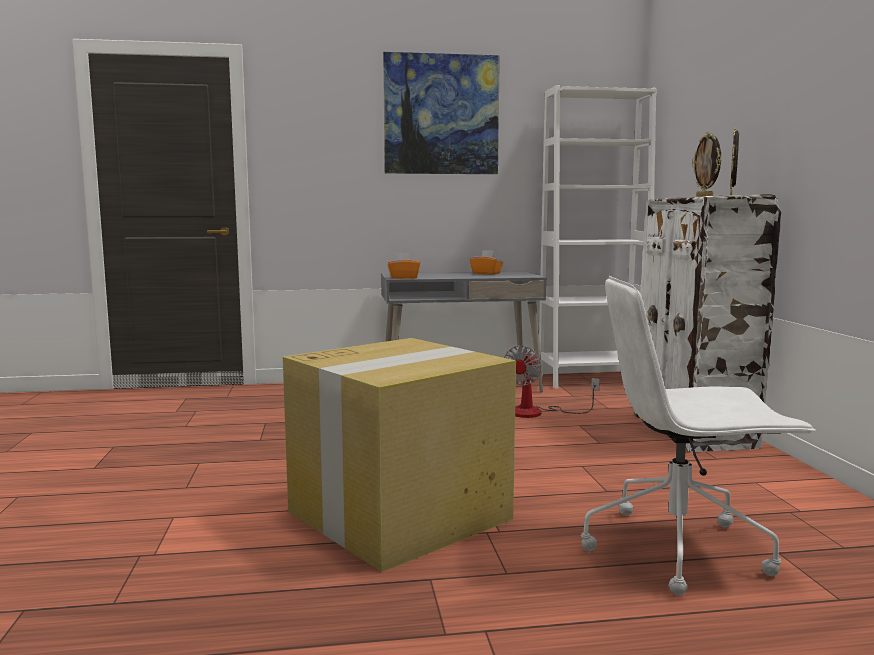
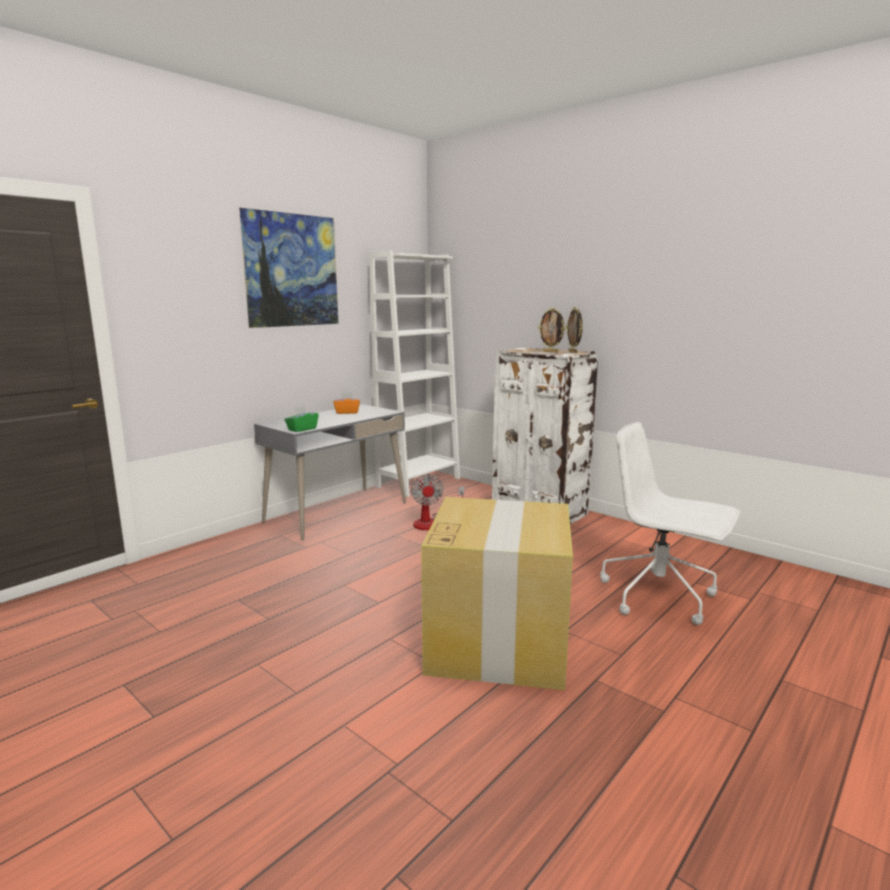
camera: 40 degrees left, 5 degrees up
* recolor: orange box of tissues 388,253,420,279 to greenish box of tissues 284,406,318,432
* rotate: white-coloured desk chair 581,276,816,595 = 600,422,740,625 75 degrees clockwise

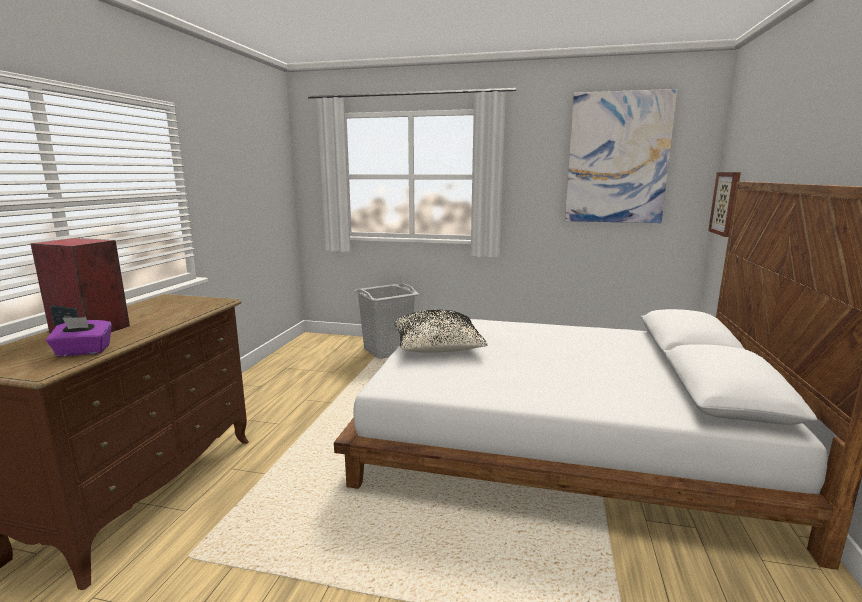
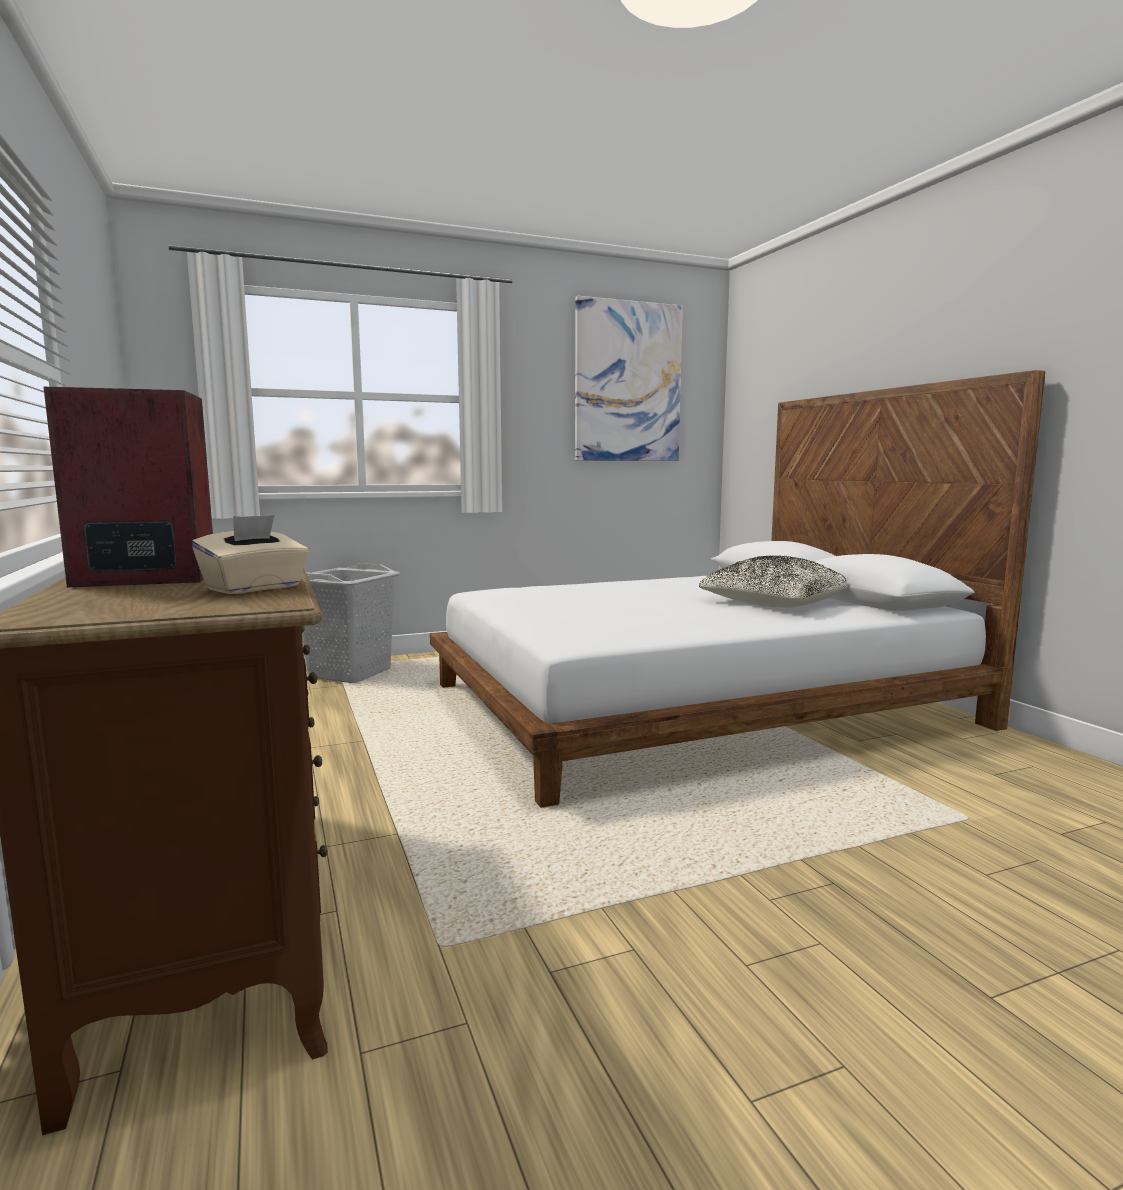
camera: 35 degrees left, 5 degrees down
* recolor: purplish box of tissues 46,317,112,356 to beige box of tissues 192,515,309,594
* move: beige cushion 394,310,488,353 to 699,555,847,608
* delete: wall picture 708,172,741,237

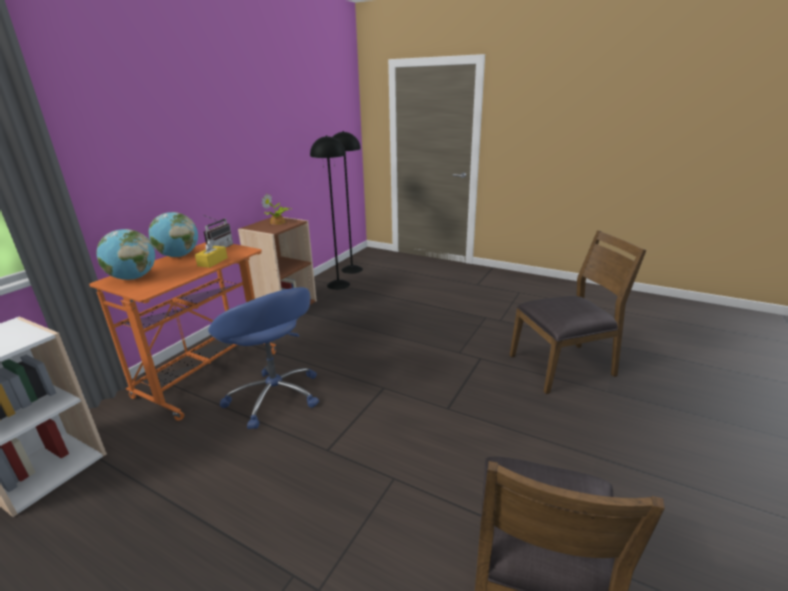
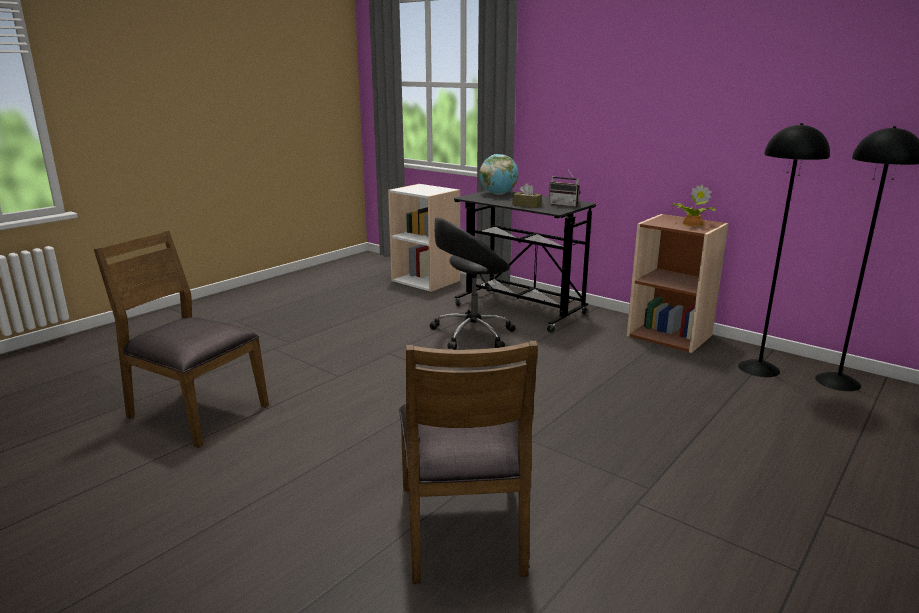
camera: 100 degrees right, 5 degrees down
* recolor: blue desk chair 208,287,319,429 to black desk chair 430,218,515,350
* recolor: orange desk unit 89,242,276,421 to black desk unit 454,190,596,333
* recolor: yellow-coloured box of tissues 195,239,228,268 to brown box of tissues 512,183,542,208
* delete: globe 149,212,198,257

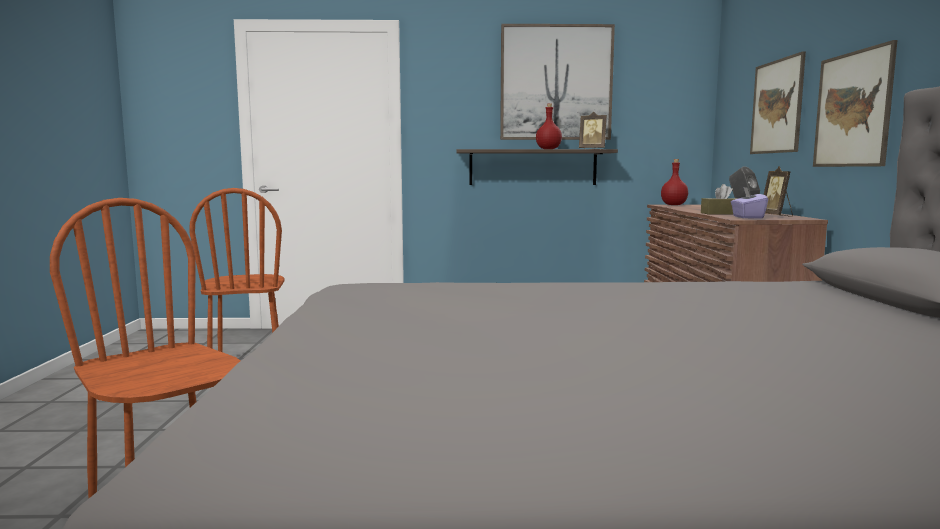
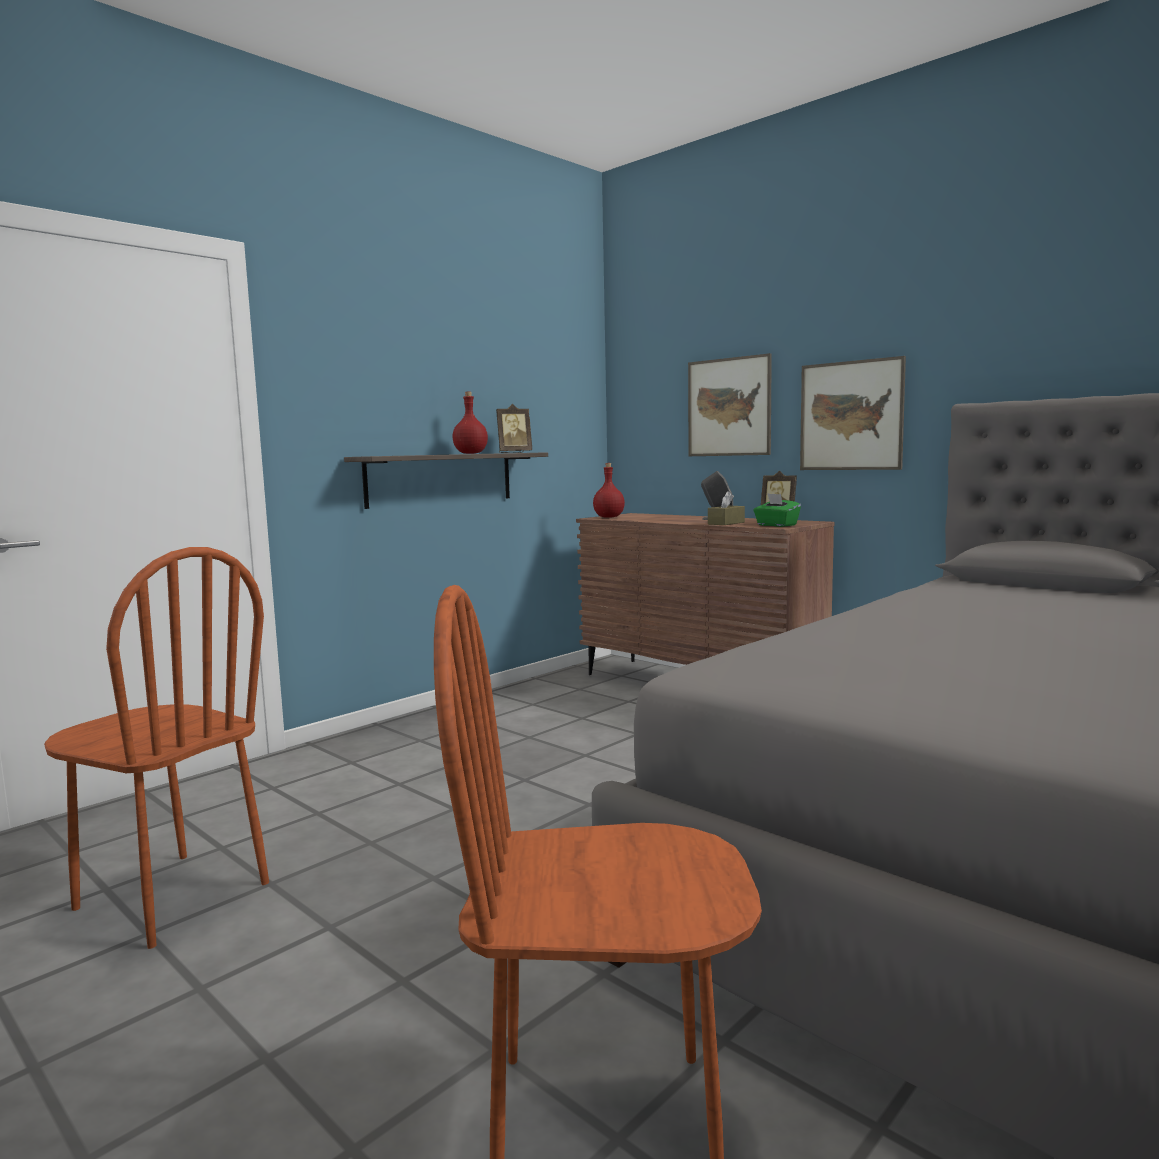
camera: 45 degrees left, 0 degrees up
* recolor: purplish box of tissues 731,187,768,218 to greenish box of tissues 753,493,801,527
* delete: wall picture 500,24,615,140

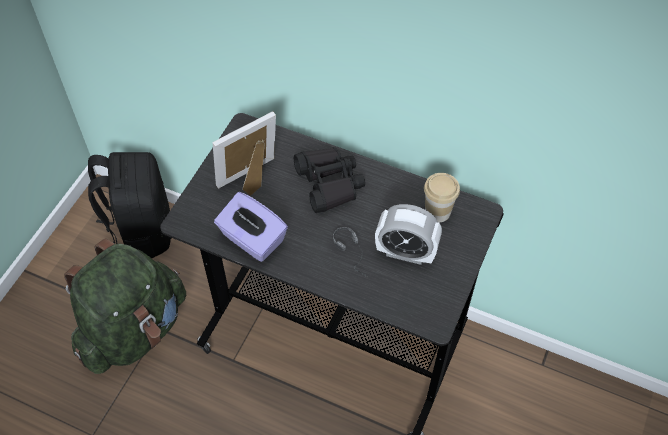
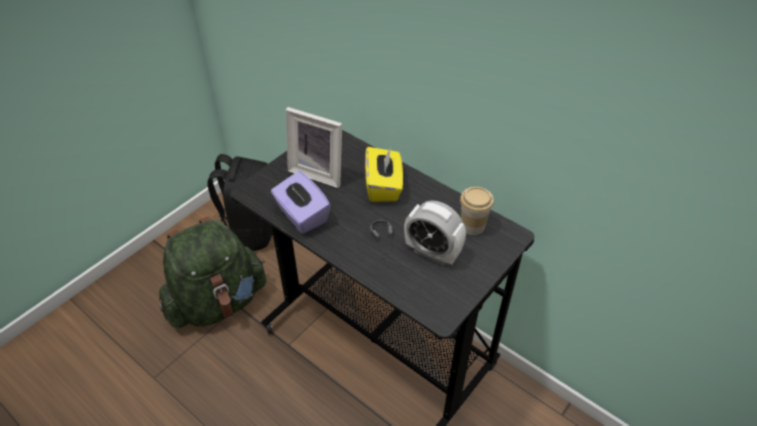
camera: 15 degrees right, 10 degrees down
* rotate: picture frame 212,111,276,196 = 286,107,342,188 135 degrees counterclockwise
* replace: black pair of binoculars 294,147,365,213 to yellow-coloured box of tissues 365,147,403,202

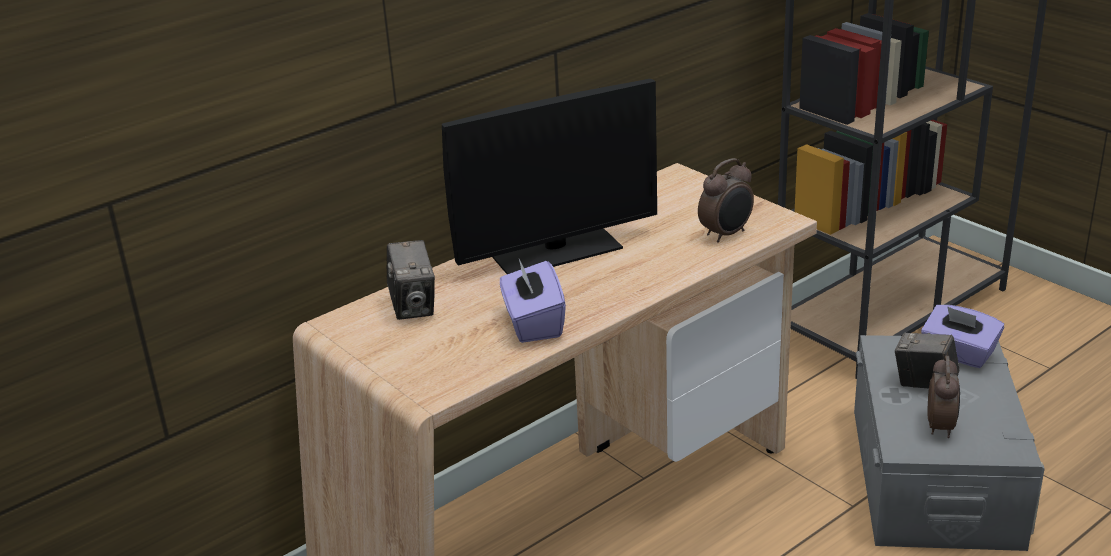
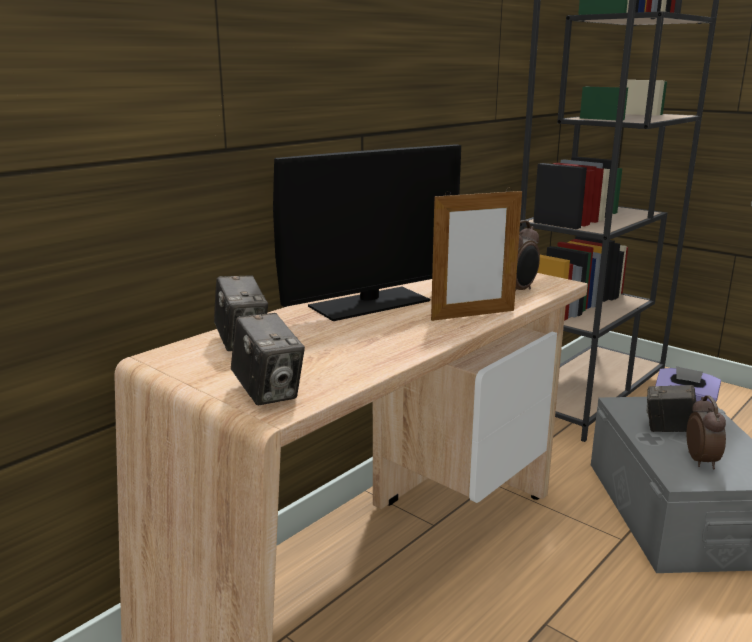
camera: 10 degrees left, 10 degrees down
* insert: photo camera 231,313,305,405
* insert: picture frame 431,187,522,321
* delete: purplish box of tissues 500,259,566,343

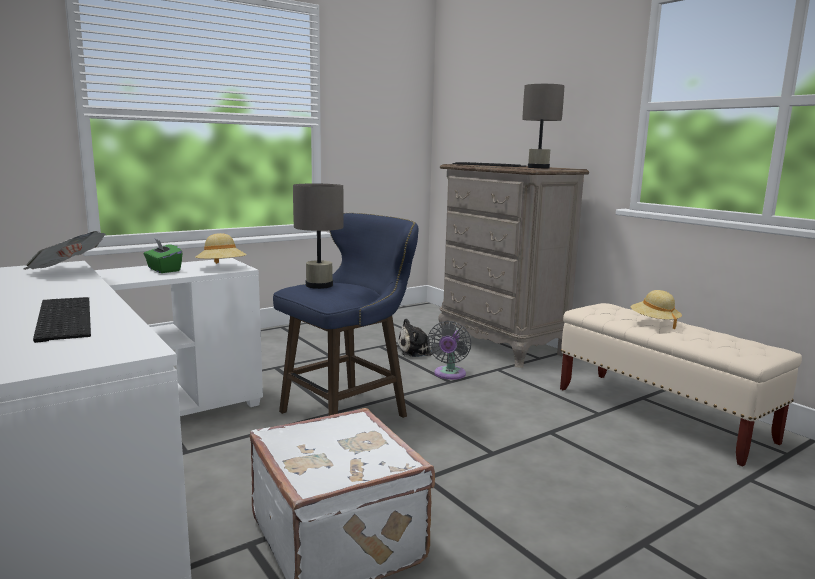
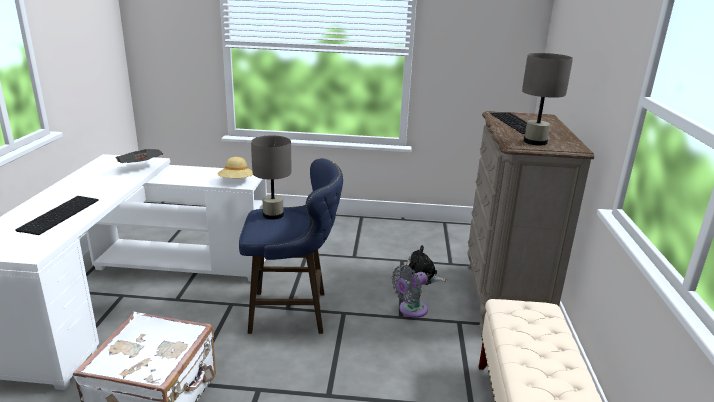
camera: 40 degrees right, 10 degrees up
* delete: greenish box of tissues 144,239,183,273
* delete: beige hat 631,290,682,329

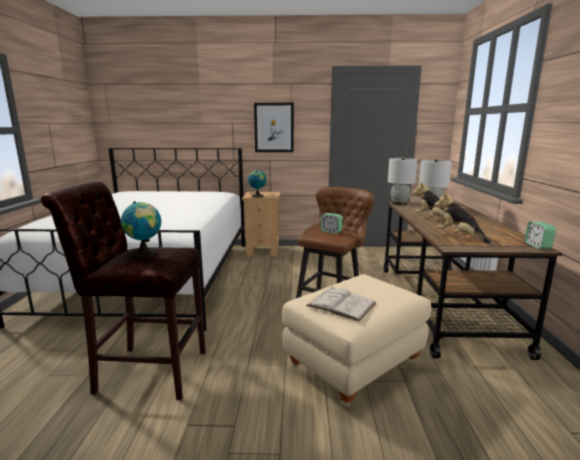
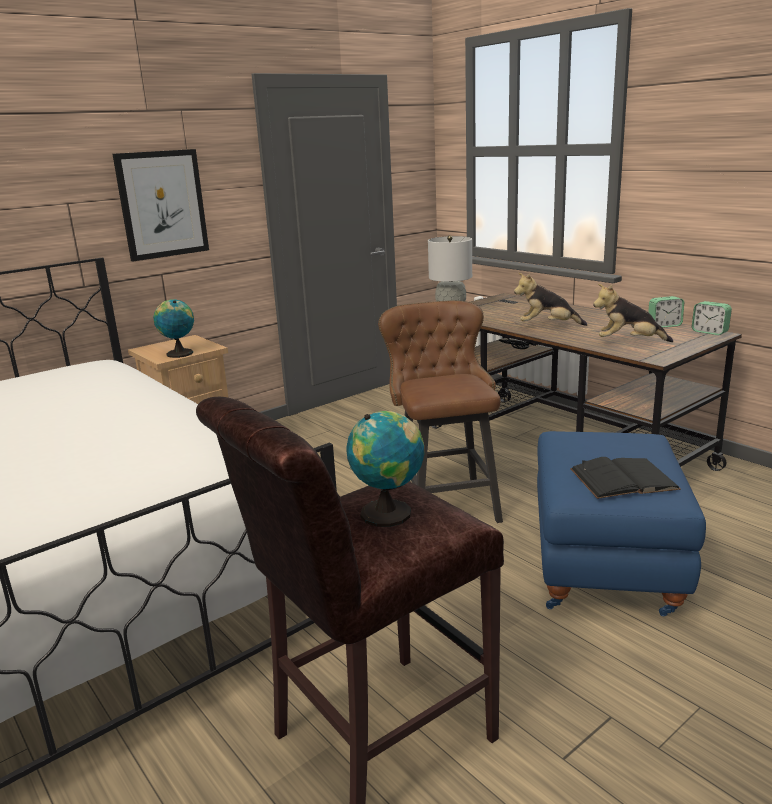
camera: 40 degrees left, 5 degrees up
* recolor: beige pouffe 282,274,431,406 to blue pouffe 537,431,706,616
* recolor: white-coloured book 306,287,376,322 to black book 570,457,681,499
* move: bedside clock 321,213,343,234 to 648,296,684,328
* delete: white-coloured table lamp 419,159,452,210

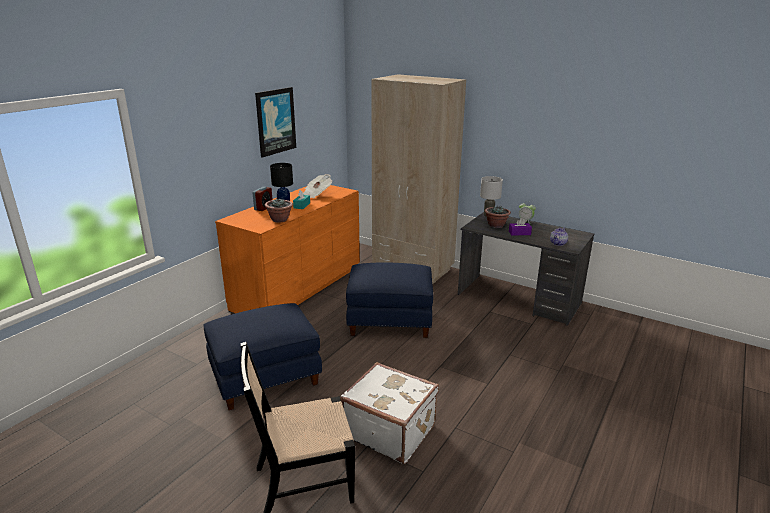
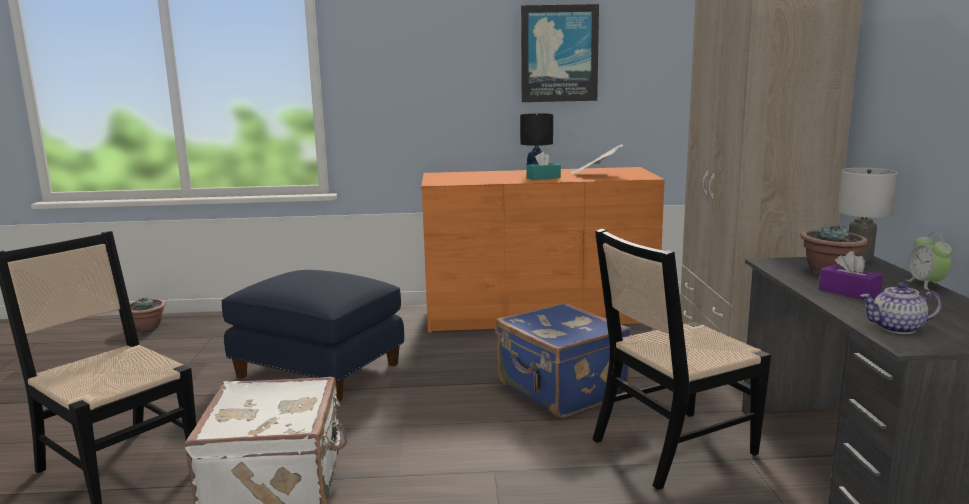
camera: 55 degrees right, 10 degrees down
* move: houseplant 265,198,293,222 to 130,298,166,331
* replace: blue pouffe 346,263,433,338 to blue suitcase 495,302,631,418
* insert: upright chair 592,229,771,490
* delete: bedside clock 253,187,273,211

